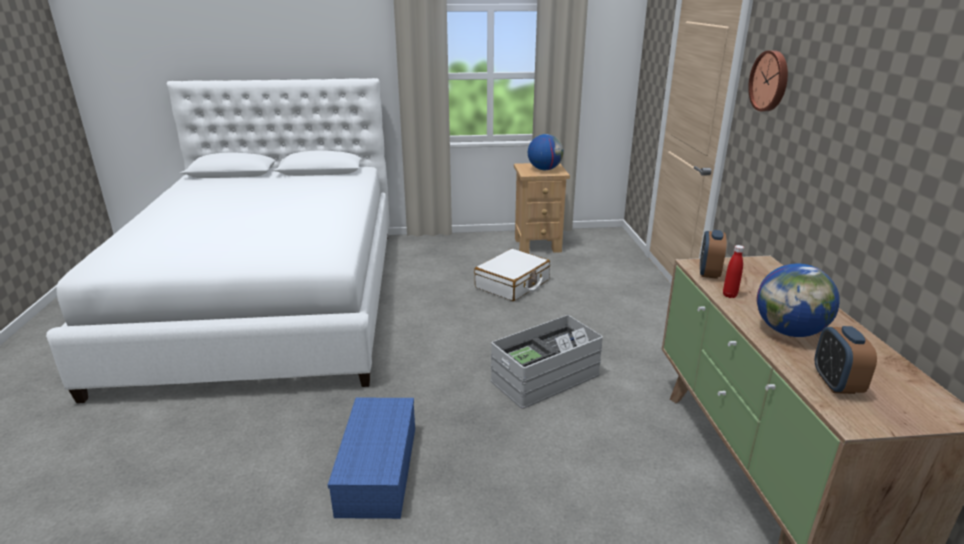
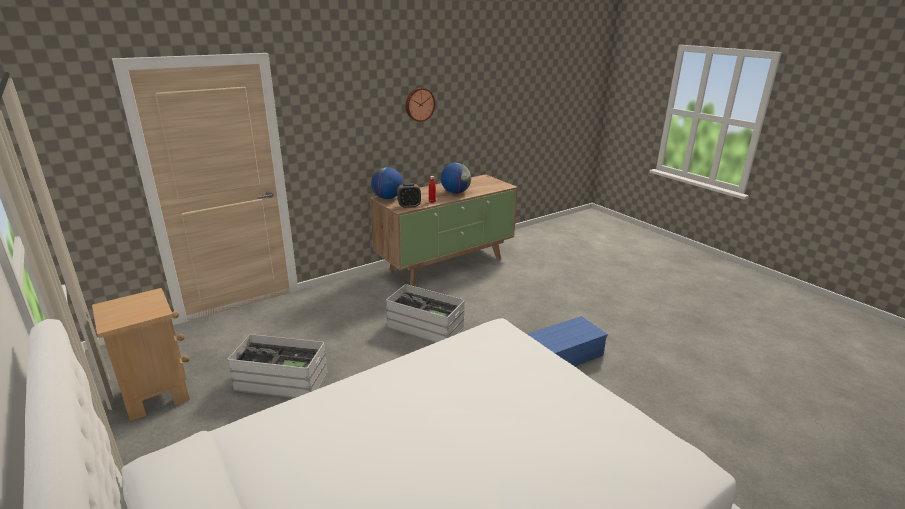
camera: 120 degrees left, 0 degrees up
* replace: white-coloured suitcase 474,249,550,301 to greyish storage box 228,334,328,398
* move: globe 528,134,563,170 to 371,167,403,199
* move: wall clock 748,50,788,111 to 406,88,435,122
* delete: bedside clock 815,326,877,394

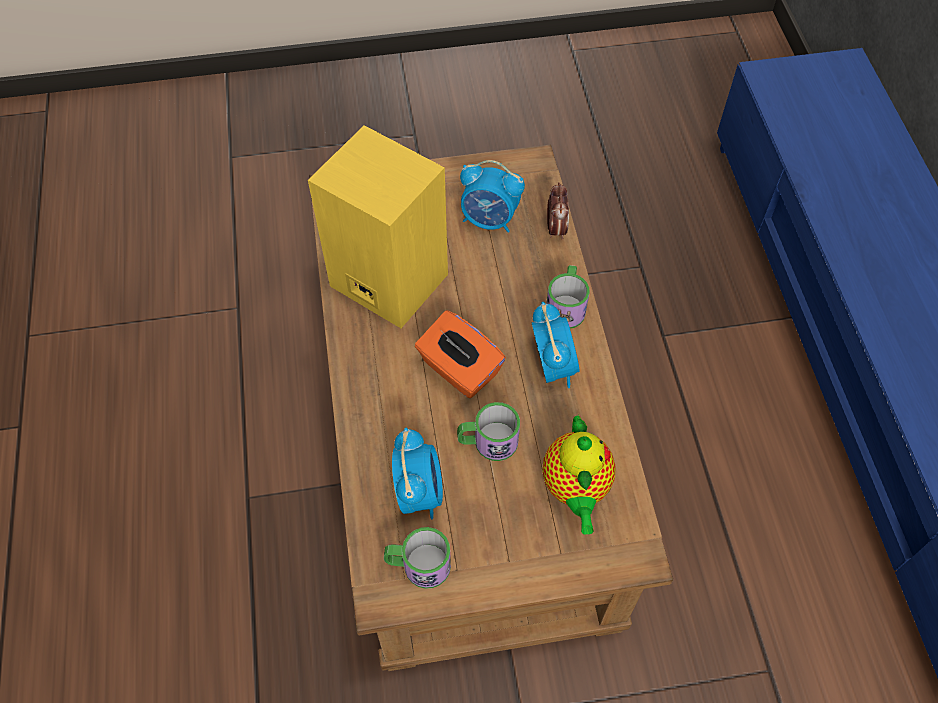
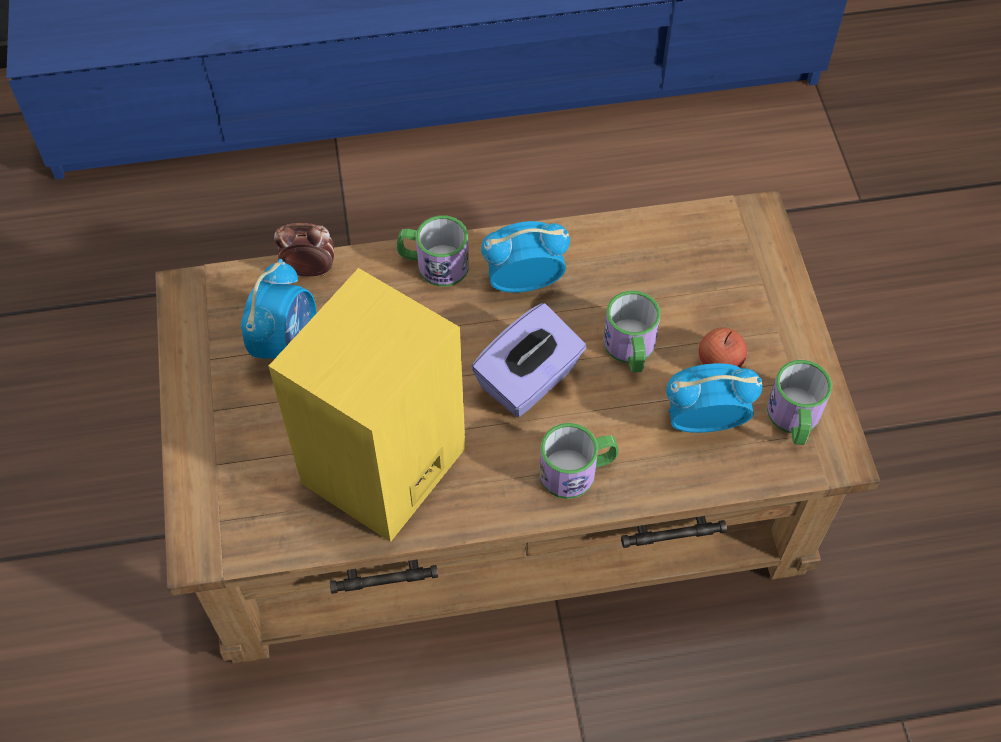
camera: 90 degrees left, 0 degrees up
* recolor: orange box of tissues 415,310,506,398 to purplish box of tissues 471,303,586,417
* insert: tea mug 539,423,618,499
* insert: apple fruit 699,328,747,367
* delete: tea pot 542,415,616,534

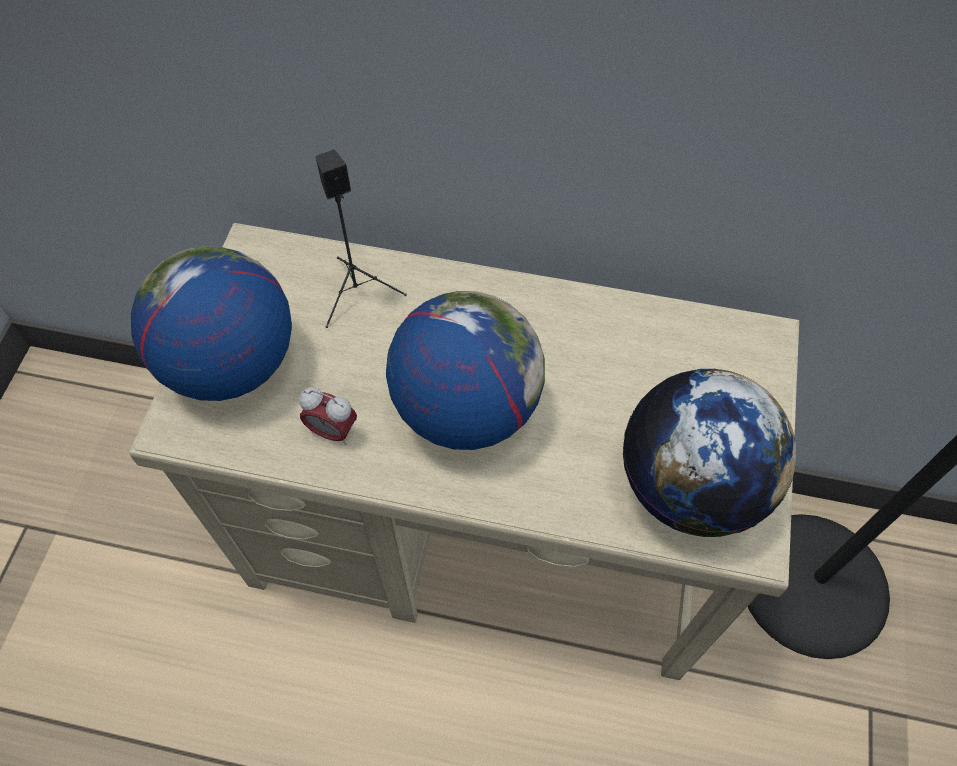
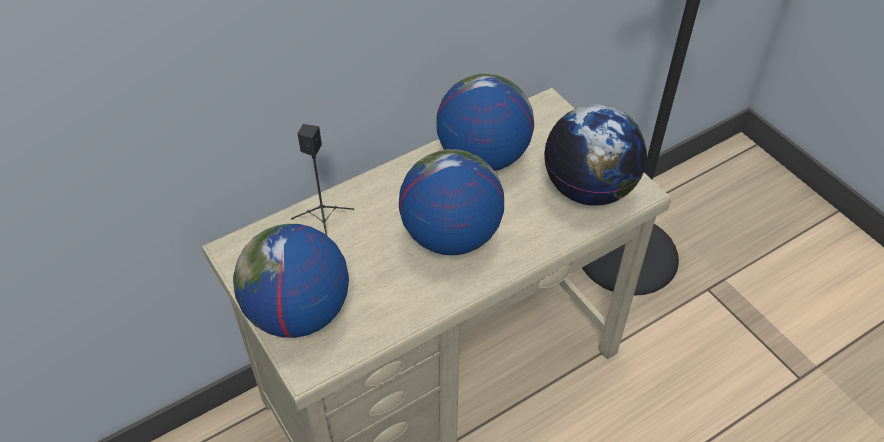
camera: 45 degrees left, 10 degrees down
* insert: globe 437,74,534,171
* delete: bedside clock 299,387,357,445

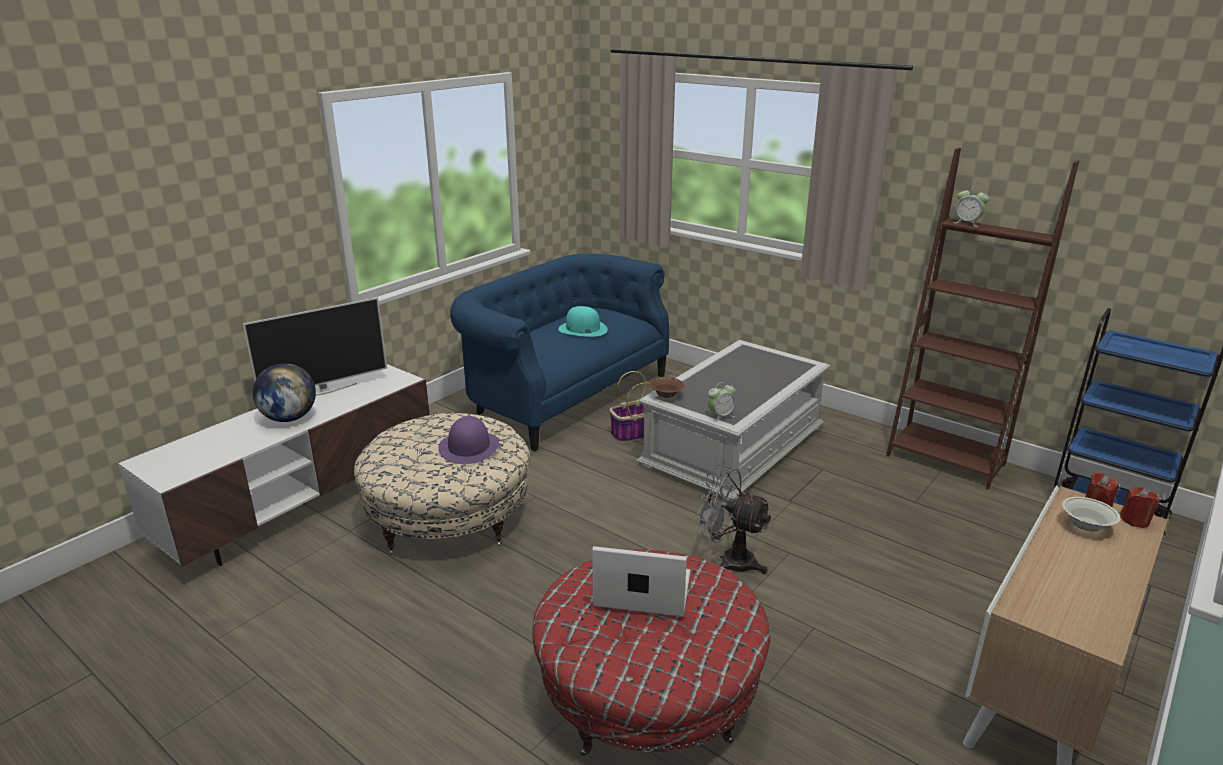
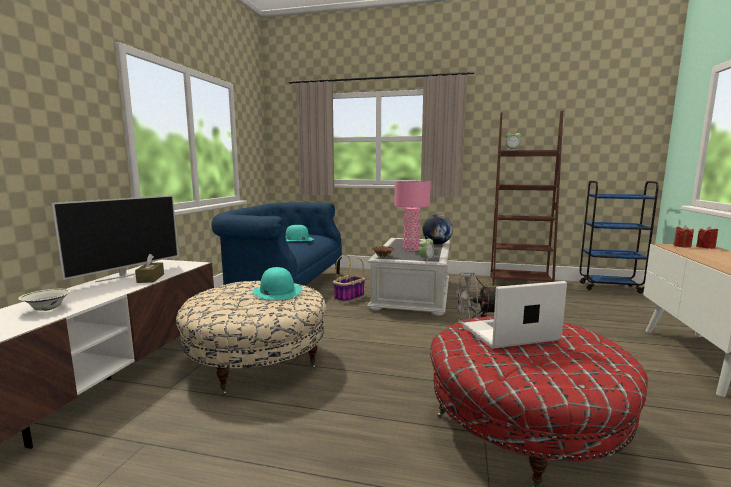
camera: 25 degrees left, 15 degrees down
* move: white-coloured bowl 1062,497,1120,531 to 18,289,71,311
* insert: brown box of tissues 135,254,164,283
* recolor: purplish hat 438,416,499,464 to blue-green hat 252,267,302,300
* insert: pinkish table lamp 394,181,431,251
* move: globe 253,363,316,422 to 423,214,453,244

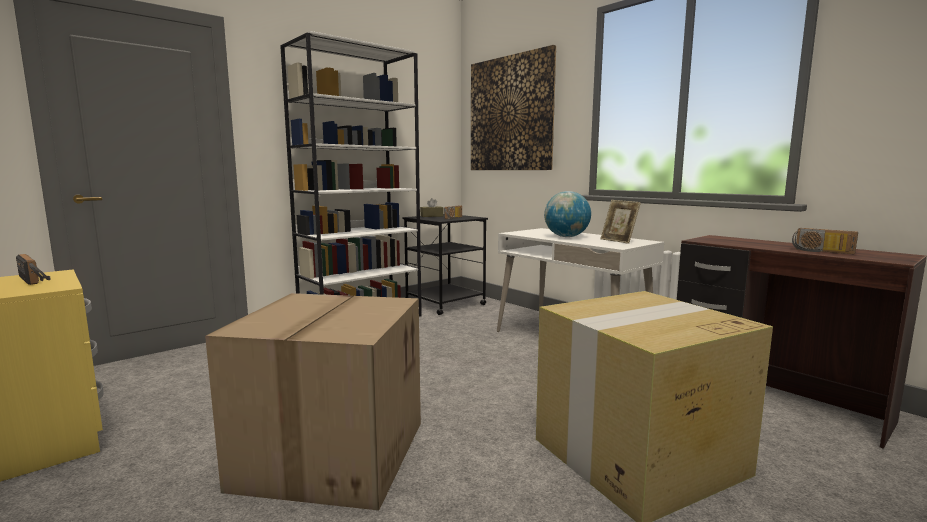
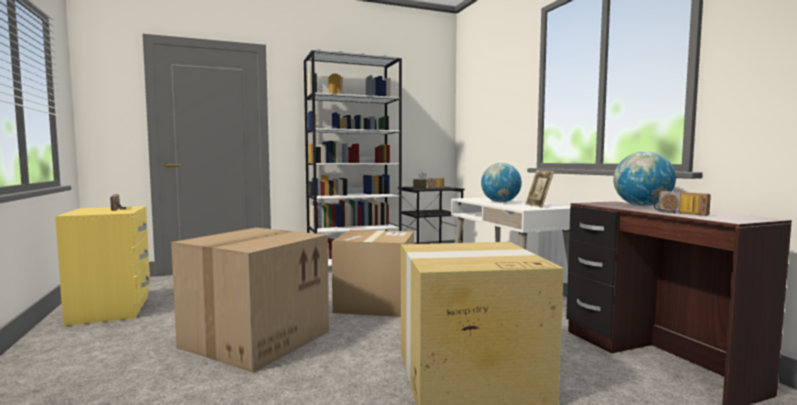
camera: 20 degrees right, 5 degrees down
* insert: carton 331,230,414,317
* insert: globe 613,151,676,206
* delete: wall picture 471,45,556,170

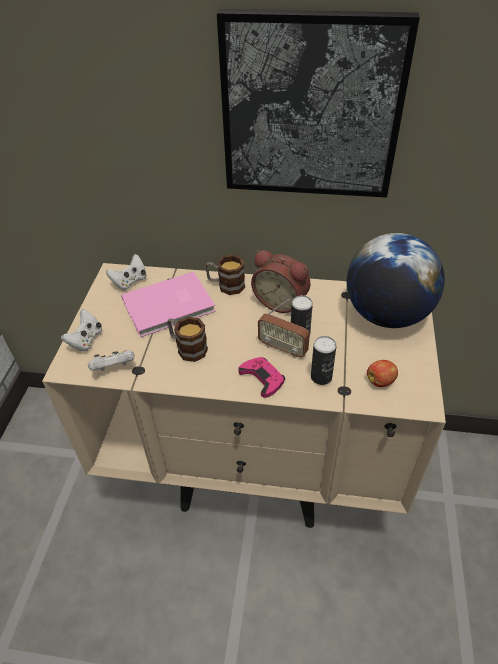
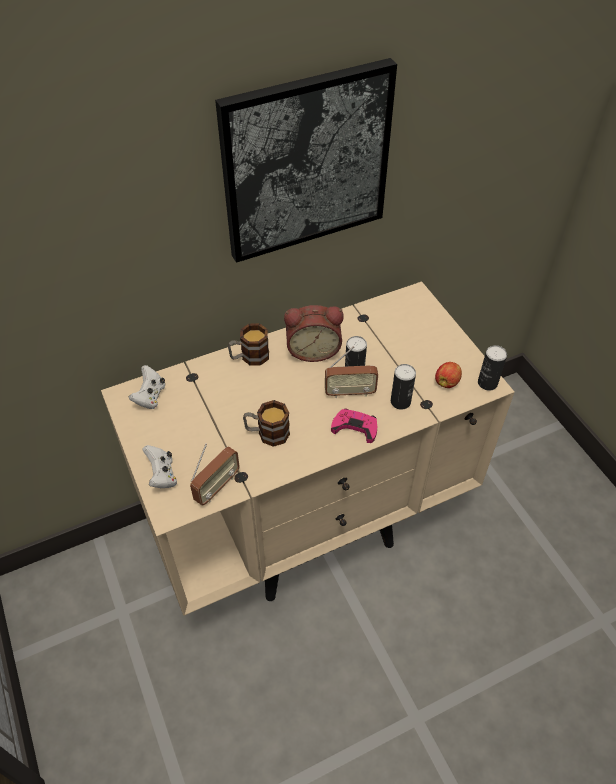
camera: 35 degrees left, 5 degrees up
* replace: white-coloured joypad 88,350,134,371 to radio set 190,444,240,506
* insert: sealed can 478,345,507,390
* delete: pinkish book 121,272,216,337
* delete: globe 347,233,445,328

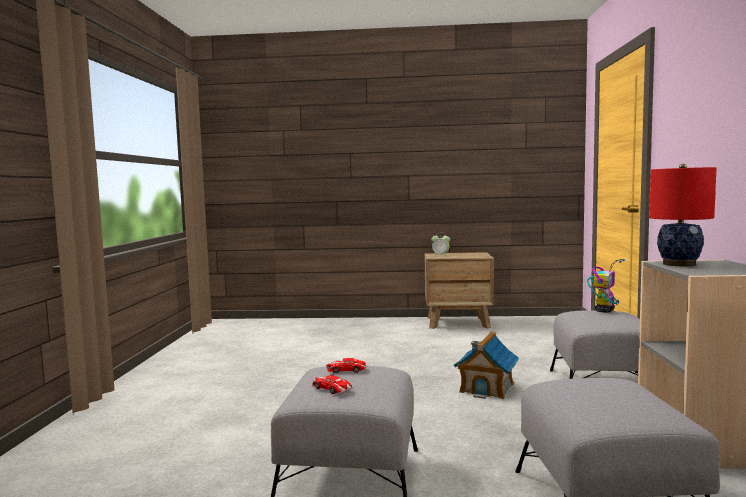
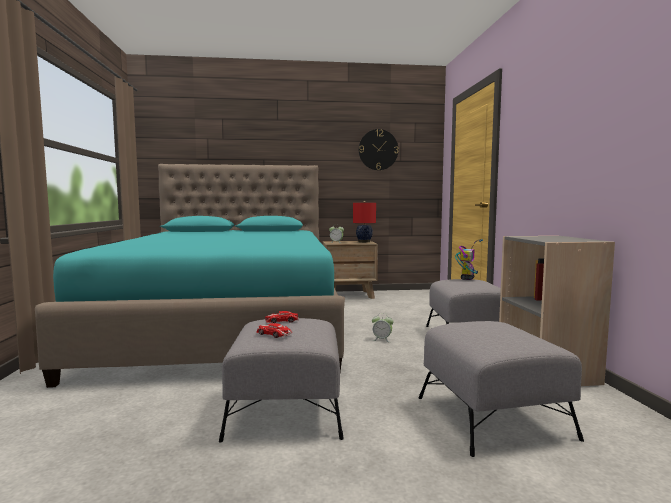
camera: 10 degrees left, 0 degrees up
* insert: blue-green bed 35,164,345,388
* move: red table lamp 649,164,717,267 to 353,201,376,242
* insert: wall clock 359,129,398,170
* replace: model house 454,332,519,399 to bedside clock 372,313,394,342

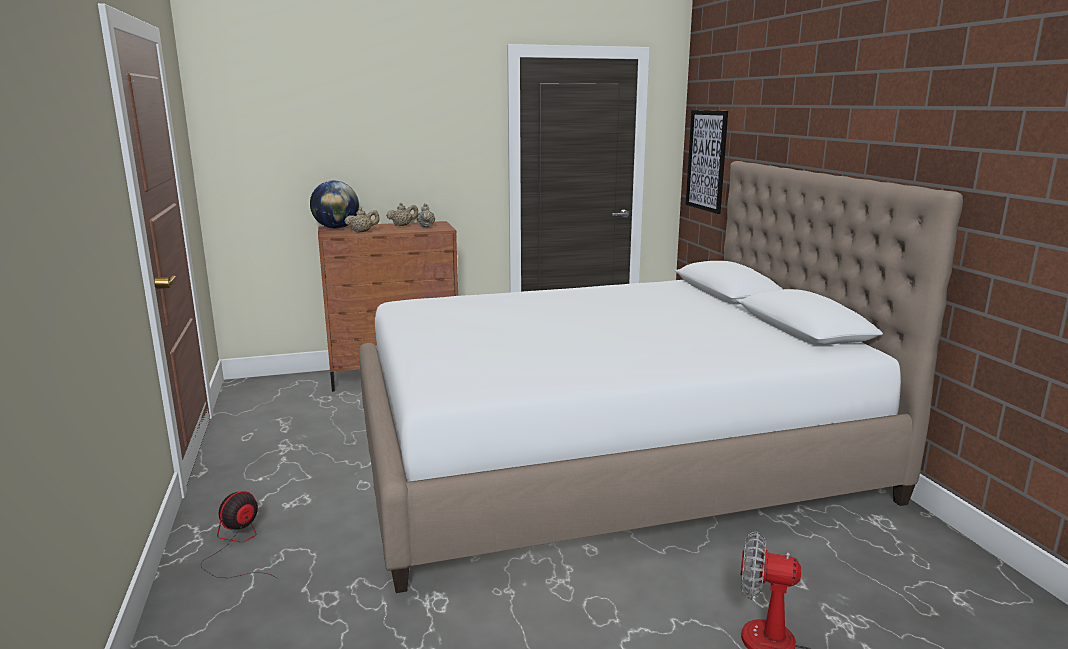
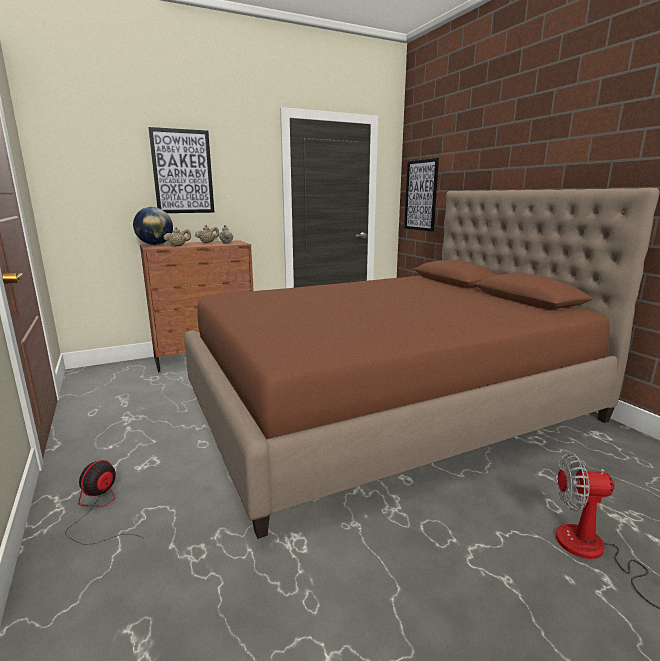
camera: 10 degrees left, 0 degrees up
* insert: wall picture 148,127,214,213
* recolor: white-coloured bed 359,161,963,593 to brown bed 184,188,659,539

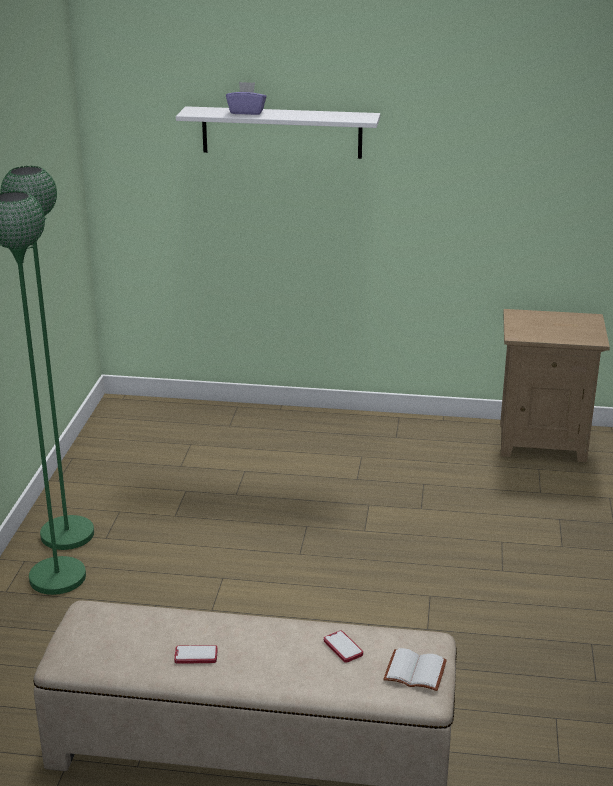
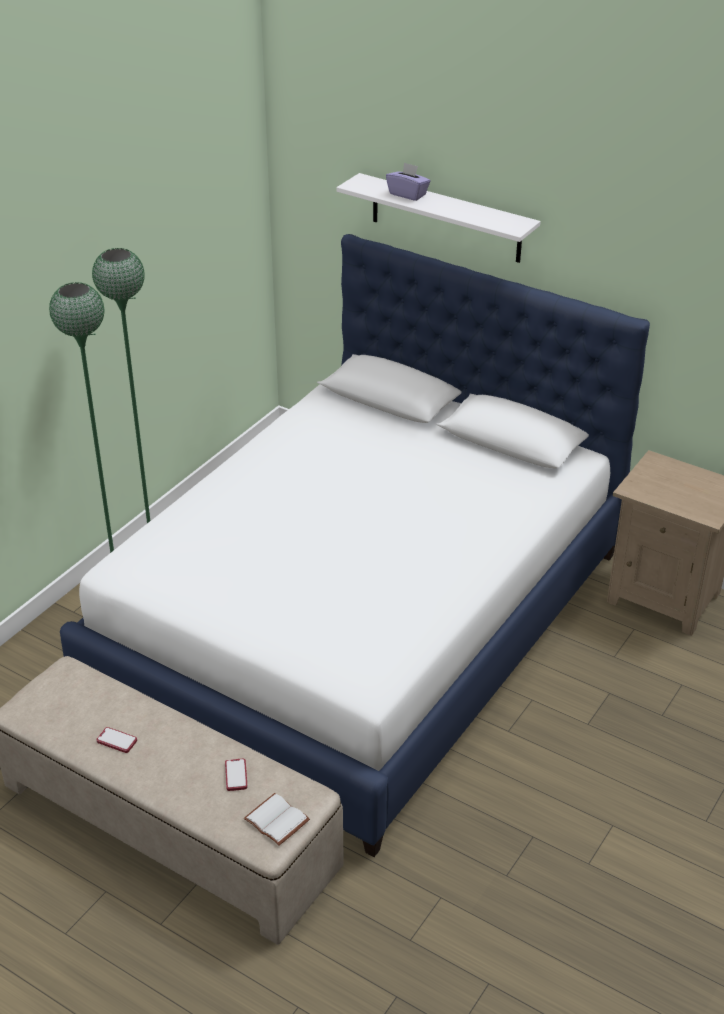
camera: 25 degrees right, 10 degrees up
* insert: white-coloured bed 60,234,650,857

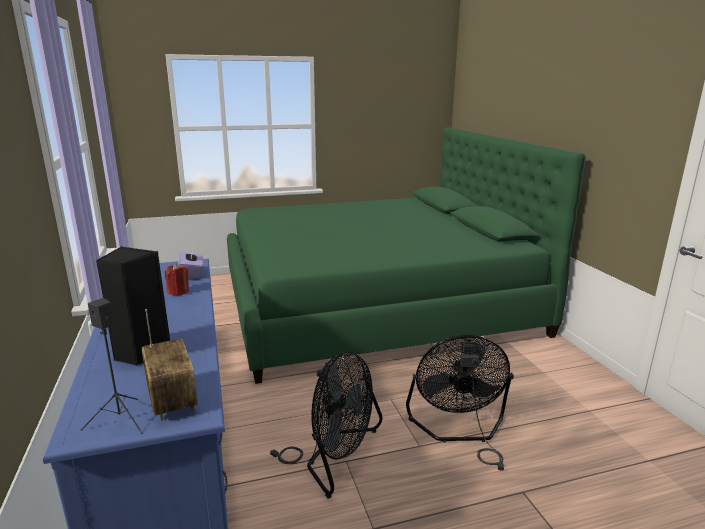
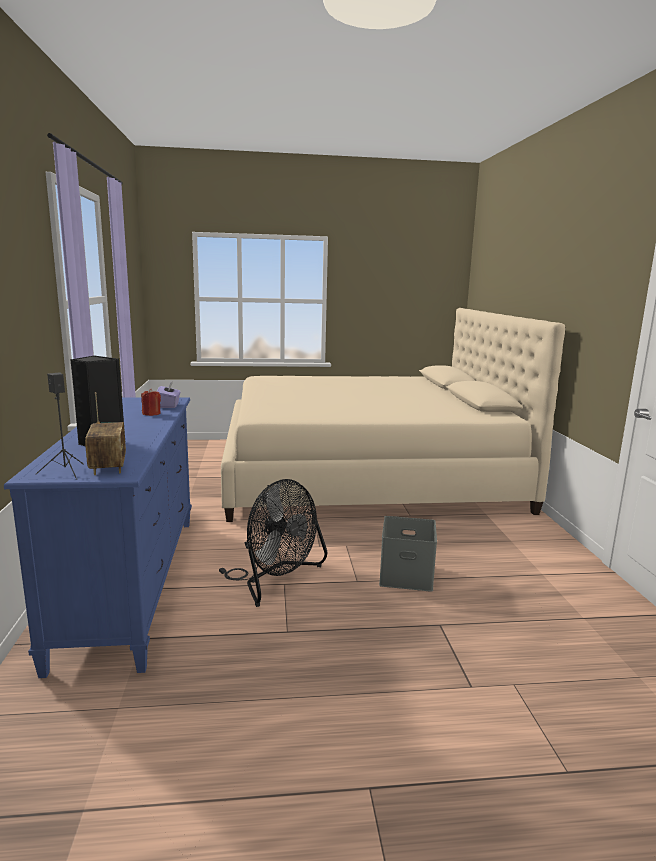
camera: 10 degrees right, 5 degrees down
* recolor: greenish bed 227,127,586,384 to beige bed 221,308,565,522
* replace: black cooling fan 406,335,514,471 to greyish storage box 379,516,437,592

